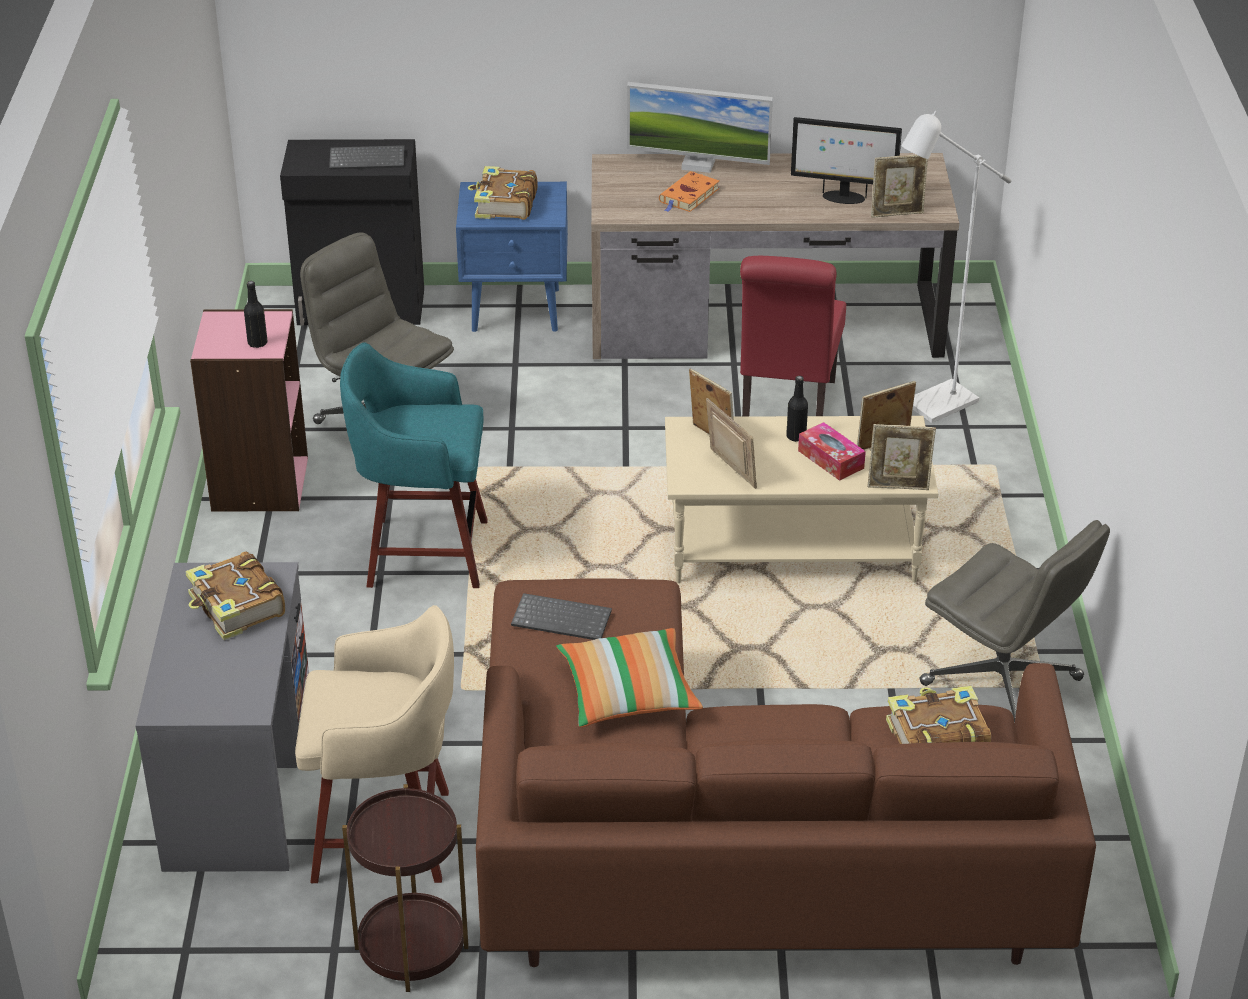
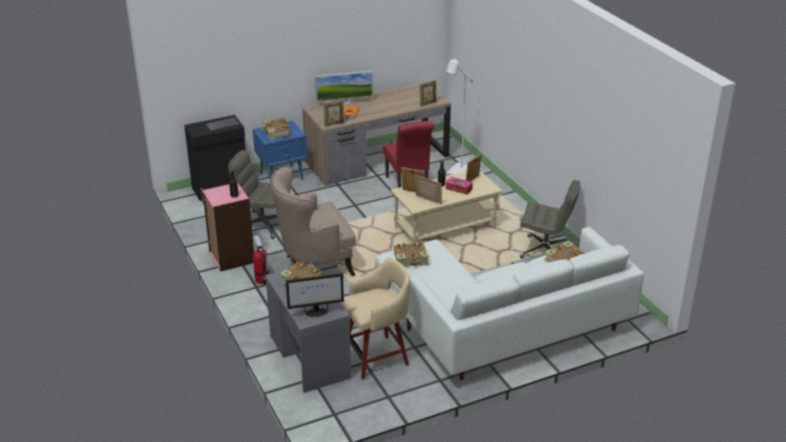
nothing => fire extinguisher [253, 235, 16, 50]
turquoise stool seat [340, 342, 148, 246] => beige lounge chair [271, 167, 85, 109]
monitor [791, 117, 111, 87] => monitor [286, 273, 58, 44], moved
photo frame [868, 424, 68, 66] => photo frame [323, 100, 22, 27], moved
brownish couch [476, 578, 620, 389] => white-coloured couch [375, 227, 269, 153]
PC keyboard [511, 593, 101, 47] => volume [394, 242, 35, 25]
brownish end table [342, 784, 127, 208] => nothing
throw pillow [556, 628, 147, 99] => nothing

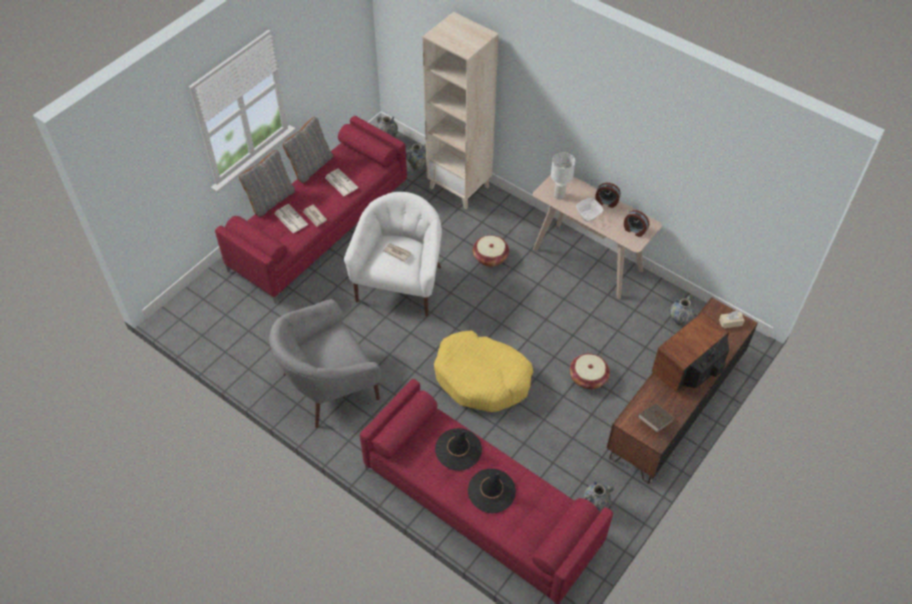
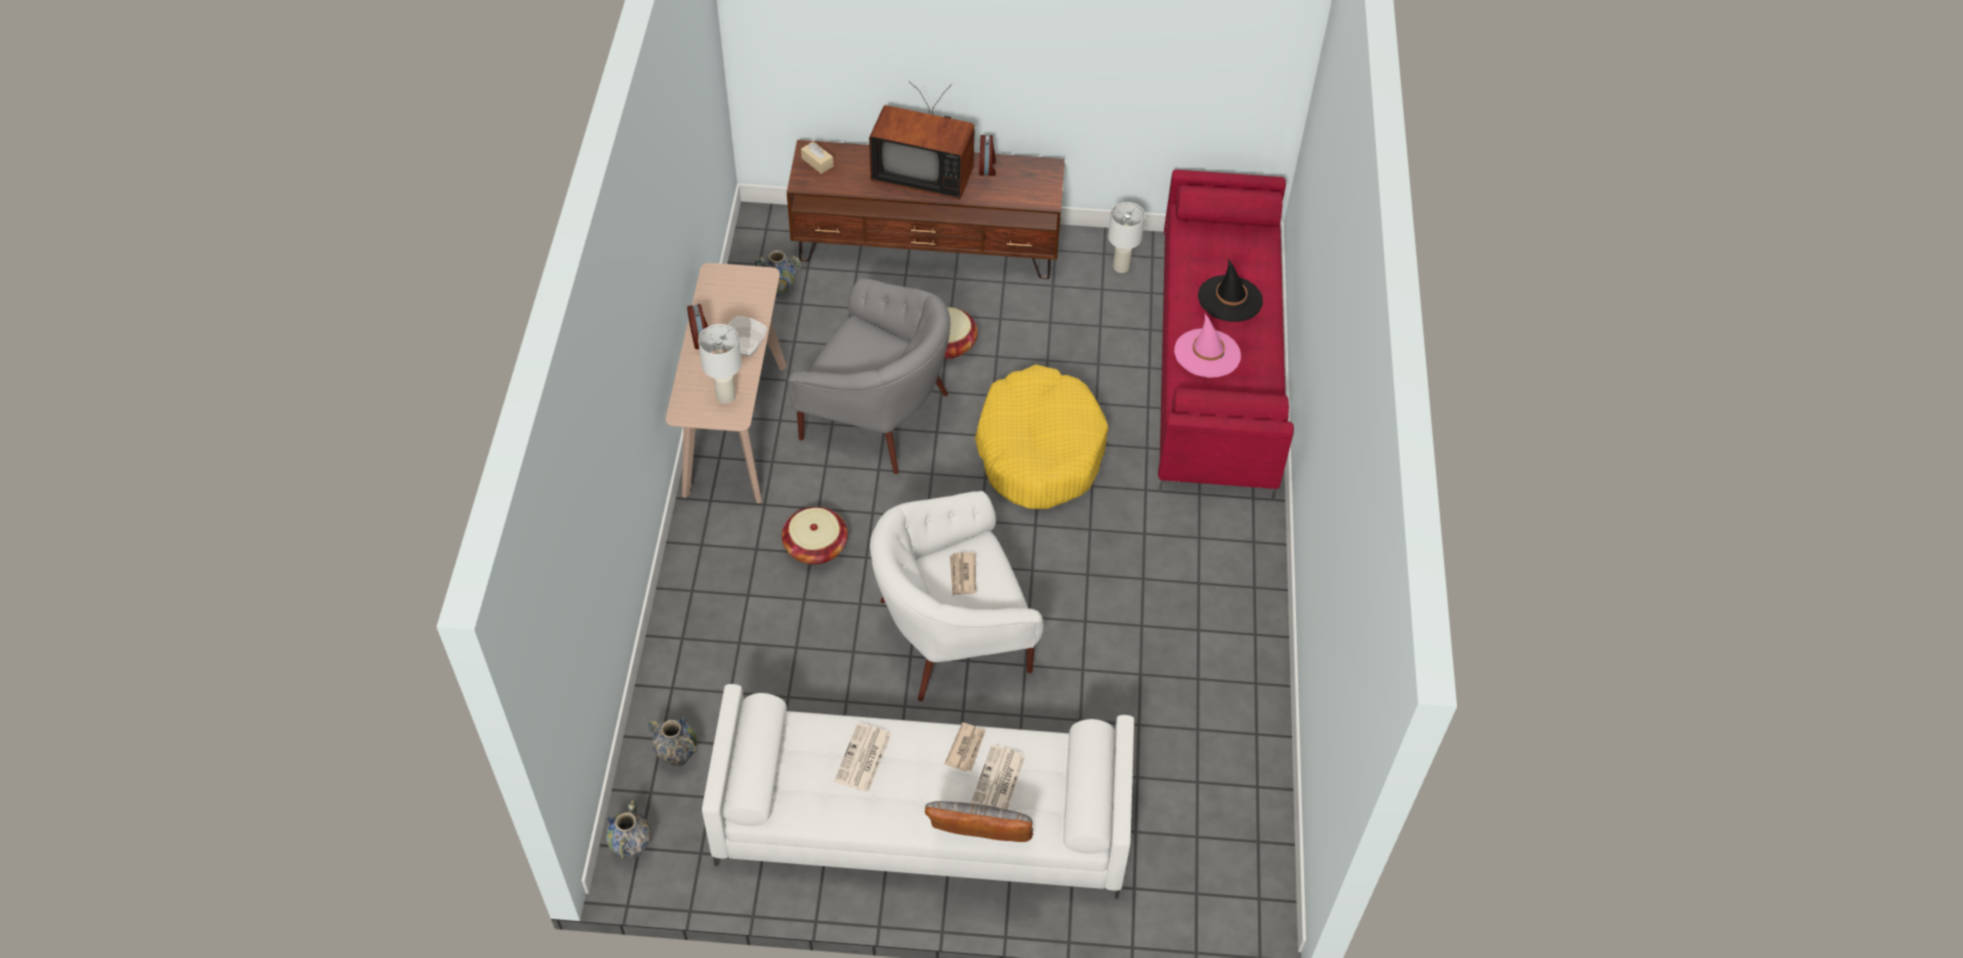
red-coloured couch [215, 116, 192, 188] => white-coloured couch [702, 684, 432, 215]
grey lounge chair [269, 299, 112, 129] => grey lounge chair [788, 278, 163, 196], moved
table clock [624, 210, 25, 27] => table clock [979, 135, 17, 41], moved
decorative vase [584, 480, 30, 31] => white-coloured table lamp [1108, 202, 37, 71]
blackish clothing hat [435, 428, 47, 43] => pink clothing hat [1174, 314, 67, 64]
grey throw pillow [283, 117, 50, 66] => nothing
beige bookcase [423, 12, 76, 197] => nothing
brownish volume [638, 403, 36, 29] => nothing

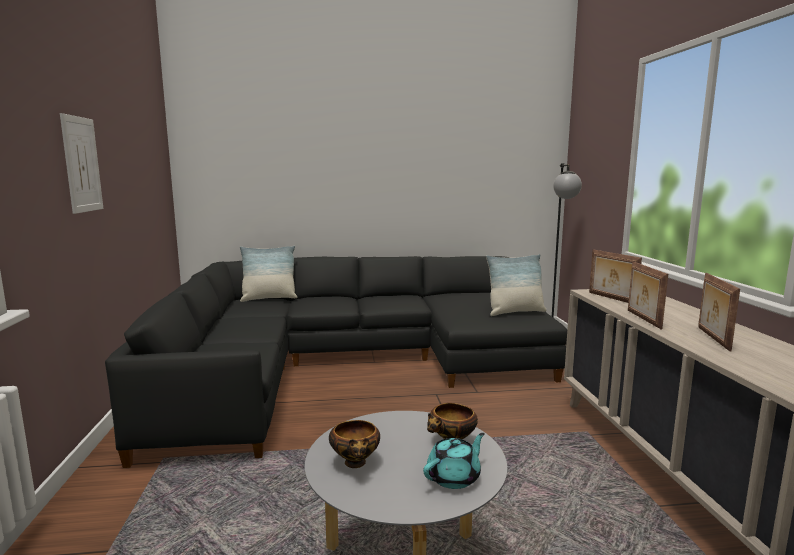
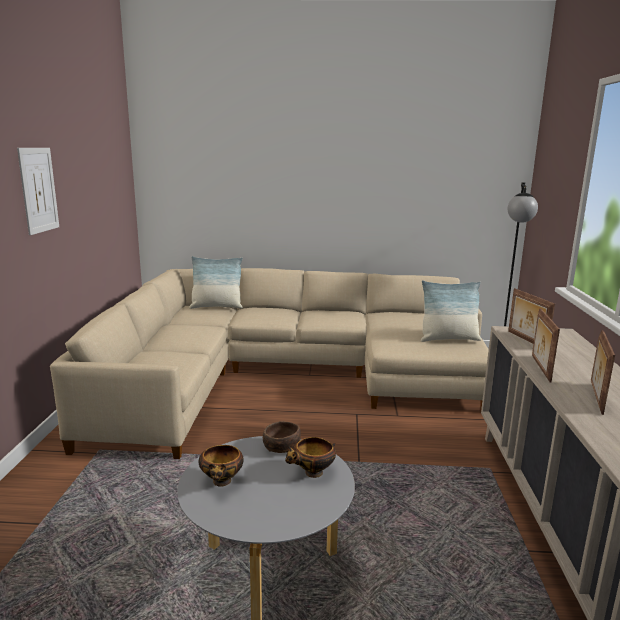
blackish couch [105, 256, 462, 212] => beige couch [50, 268, 439, 191]
nothing => brownish deep dish [263, 421, 38, 32]
turquoise teapot [423, 433, 62, 56] => nothing

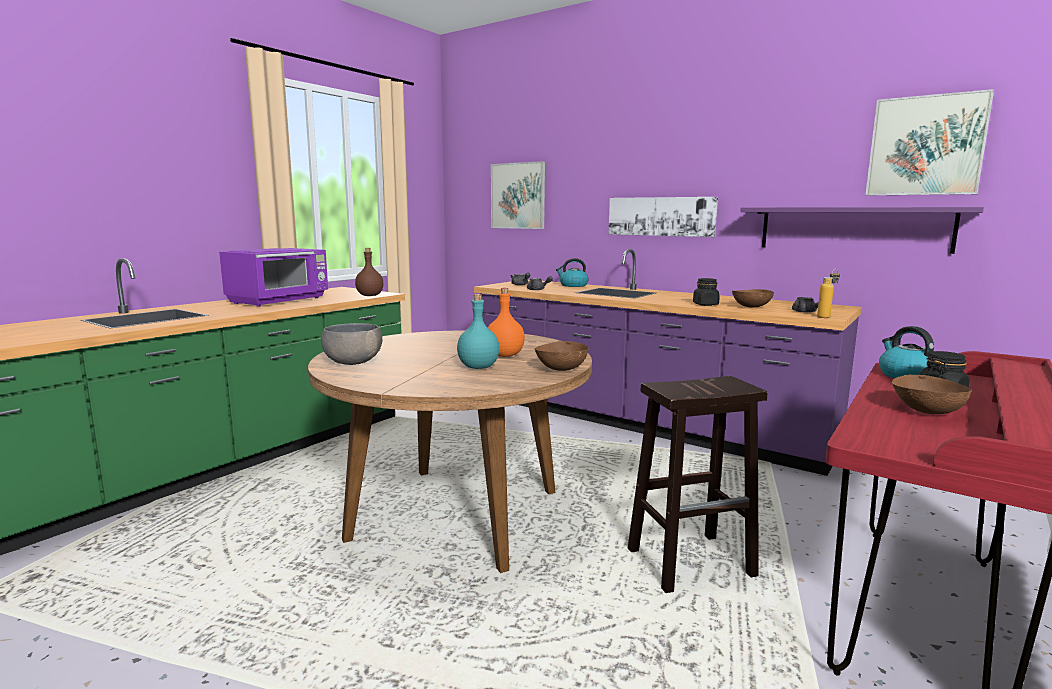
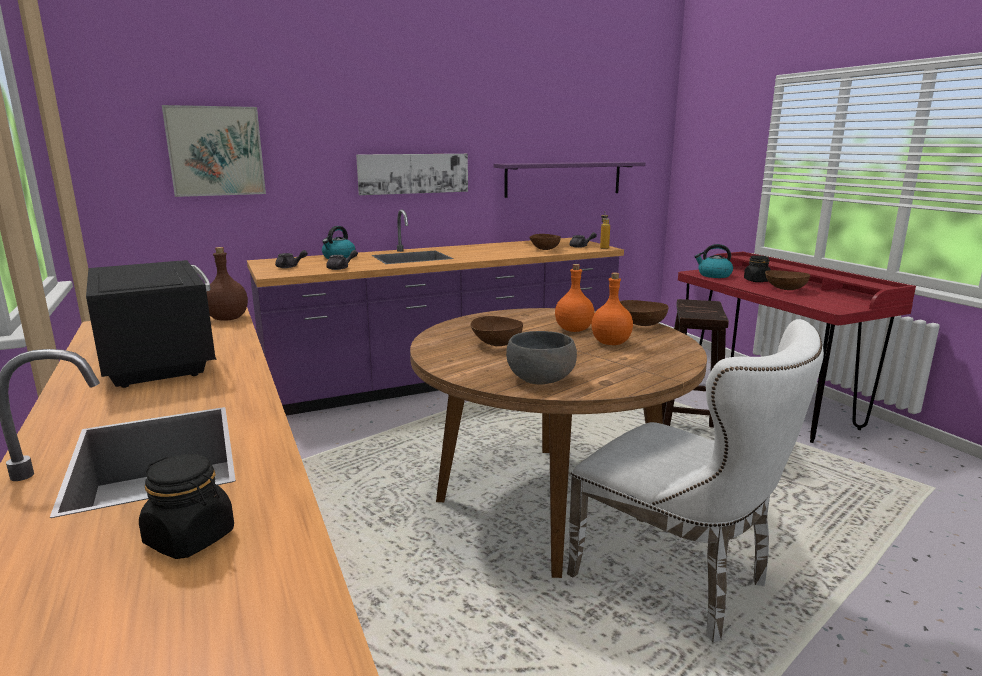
purple-coloured kitchen microwave [219, 248, 109, 59] => blackish kitchen microwave [86, 260, 131, 128]
blackish storage jar [693, 278, 27, 28] => blackish storage jar [139, 454, 95, 105], moved
nothing => brownish deep dish [470, 316, 53, 30]
nothing => white-coloured chair [567, 319, 257, 323]
turquoise bottle [457, 294, 42, 75] => orange-coloured bottle [591, 273, 42, 72]
wall art [865, 89, 129, 107] => nothing

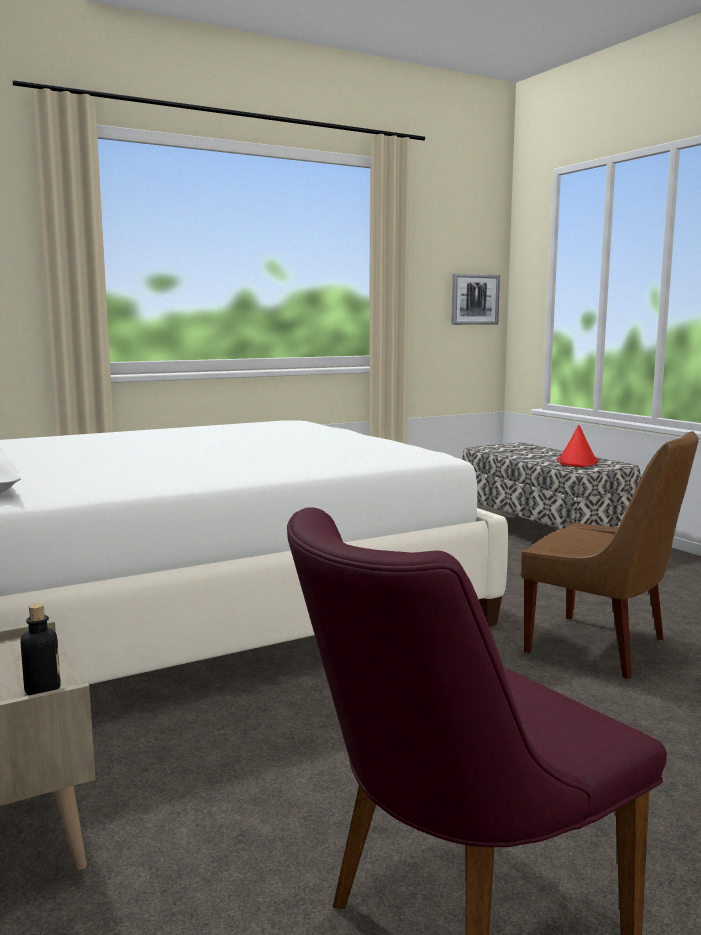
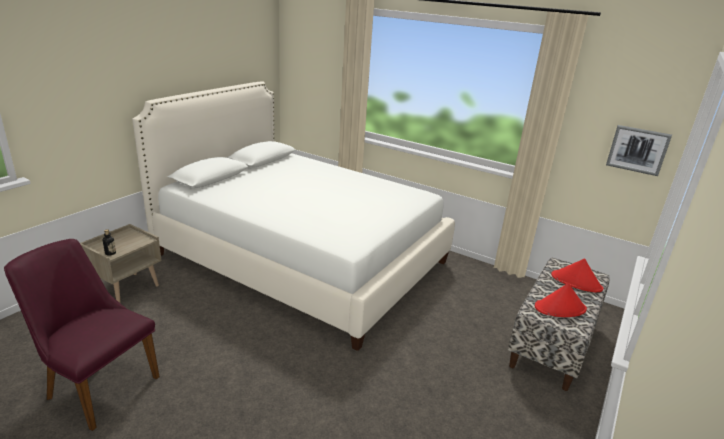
nothing => red-coloured clothing hat [551, 259, 52, 34]
brownish chair [521, 431, 178, 248] => nothing

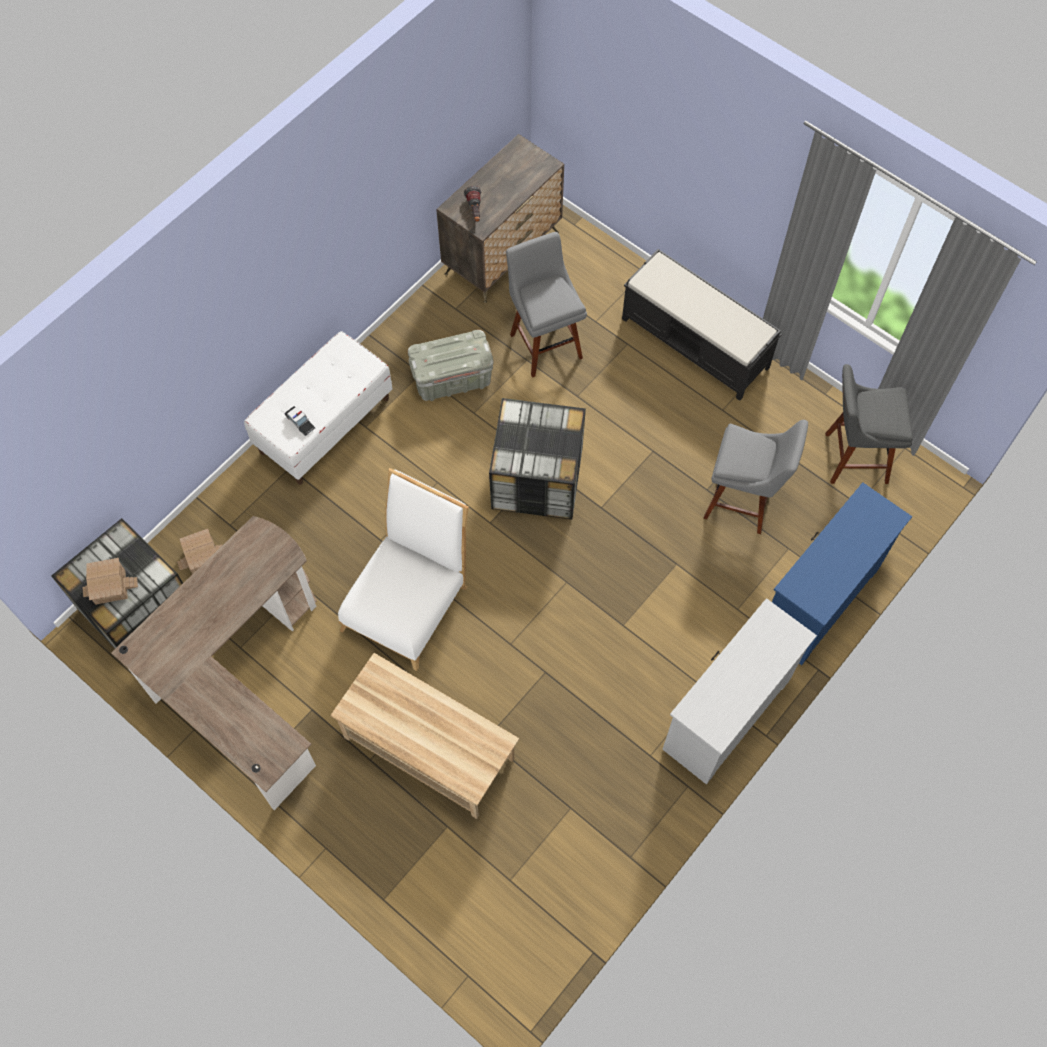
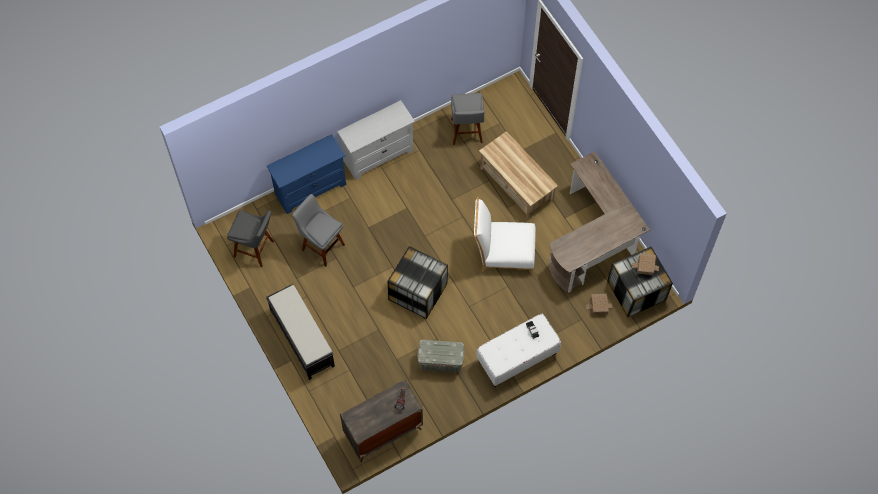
grey stool seat [506, 232, 81, 146] => grey stool seat [451, 93, 34, 52], moved
white-coloured chair [338, 468, 131, 203] => white-coloured chair [474, 197, 62, 78], 45 degrees clockwise

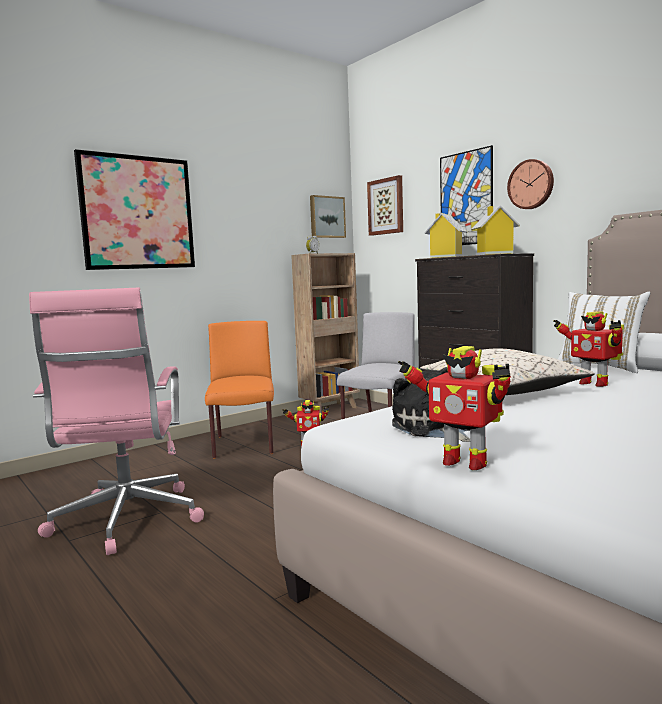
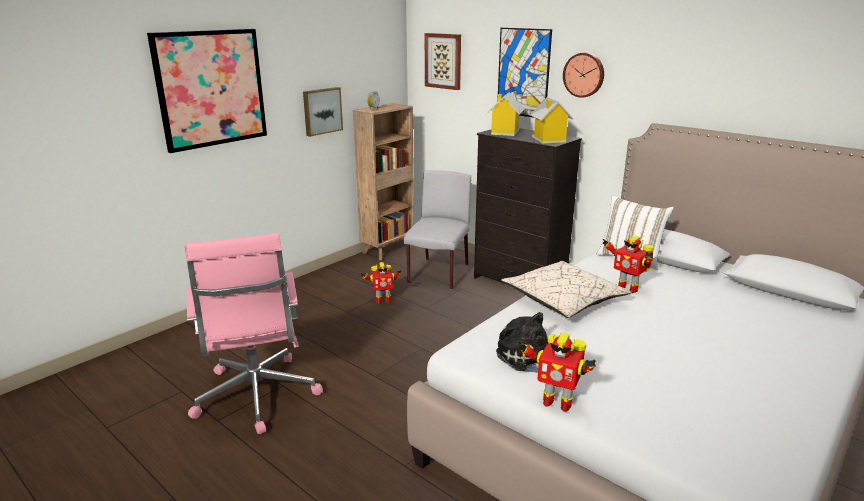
wall art [310, 195, 36, 43] => wall art [303, 87, 40, 50], moved
orange-coloured chair [205, 321, 69, 138] => nothing

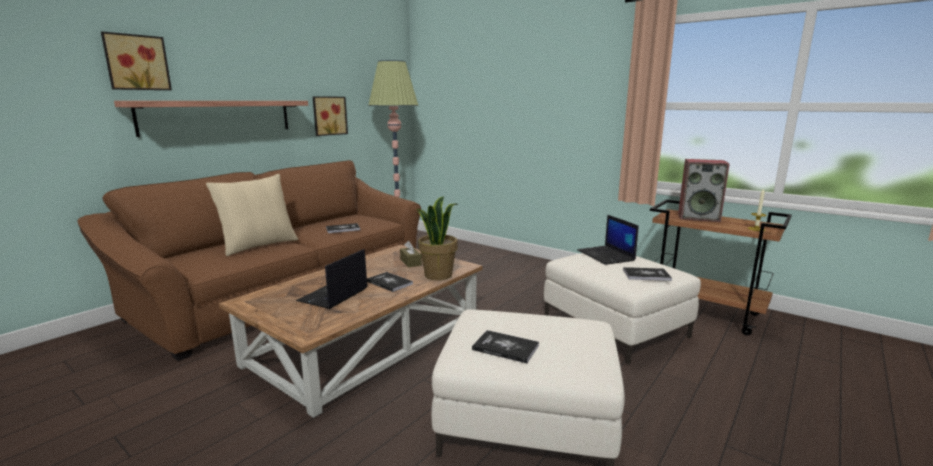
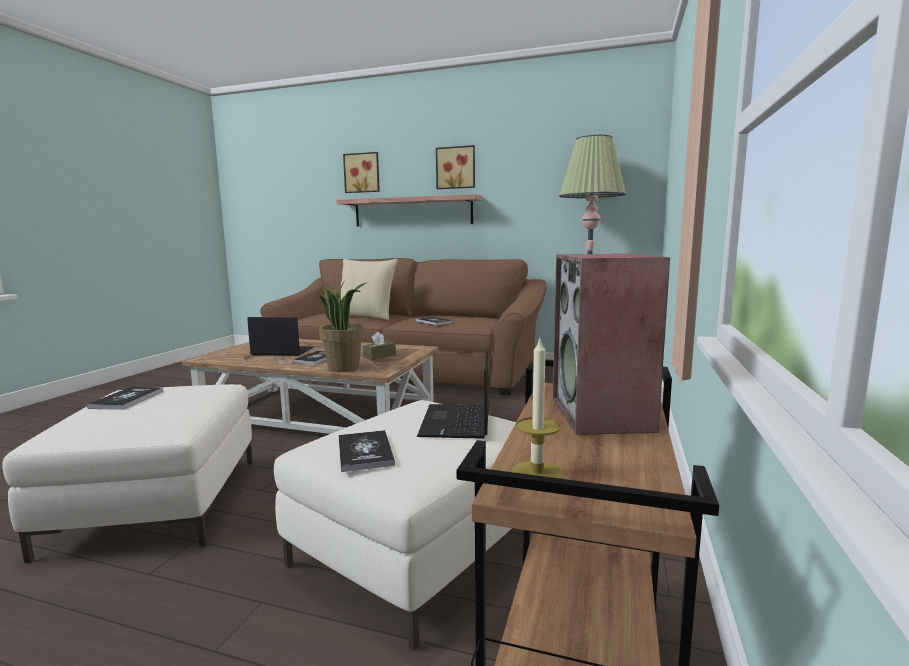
notebook computer [577, 215, 62, 50] => notebook computer [417, 348, 72, 91], 45 degrees counterclockwise
wall art [313, 96, 35, 40] => wall art [436, 145, 39, 44], moved

